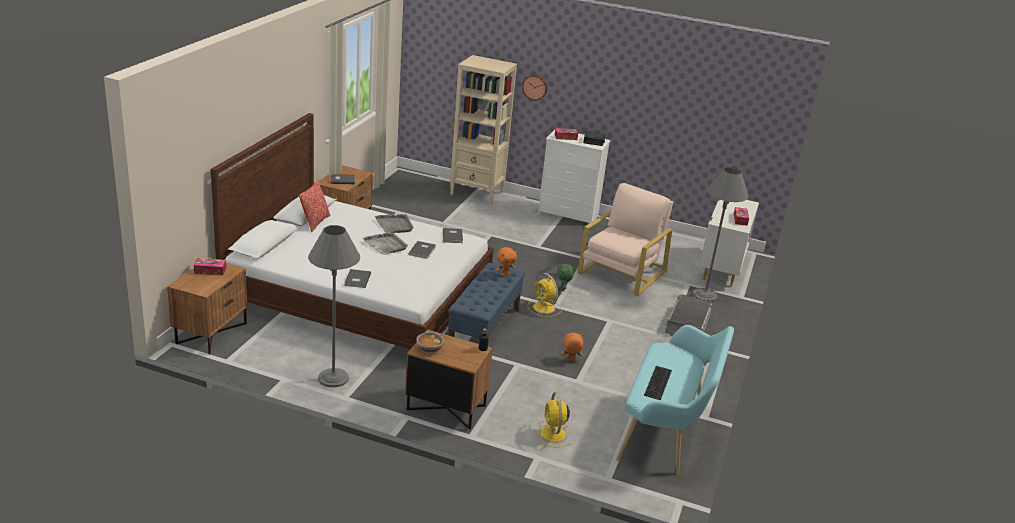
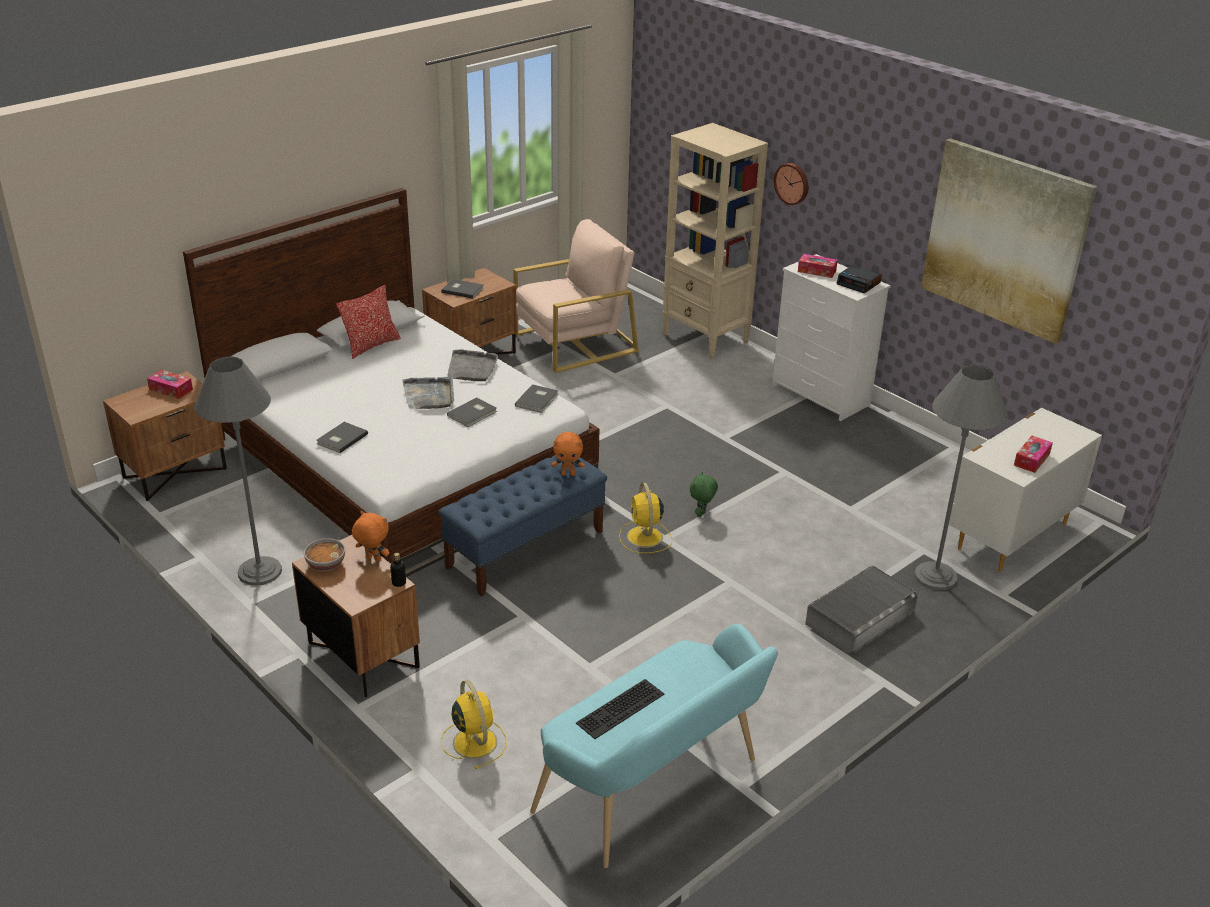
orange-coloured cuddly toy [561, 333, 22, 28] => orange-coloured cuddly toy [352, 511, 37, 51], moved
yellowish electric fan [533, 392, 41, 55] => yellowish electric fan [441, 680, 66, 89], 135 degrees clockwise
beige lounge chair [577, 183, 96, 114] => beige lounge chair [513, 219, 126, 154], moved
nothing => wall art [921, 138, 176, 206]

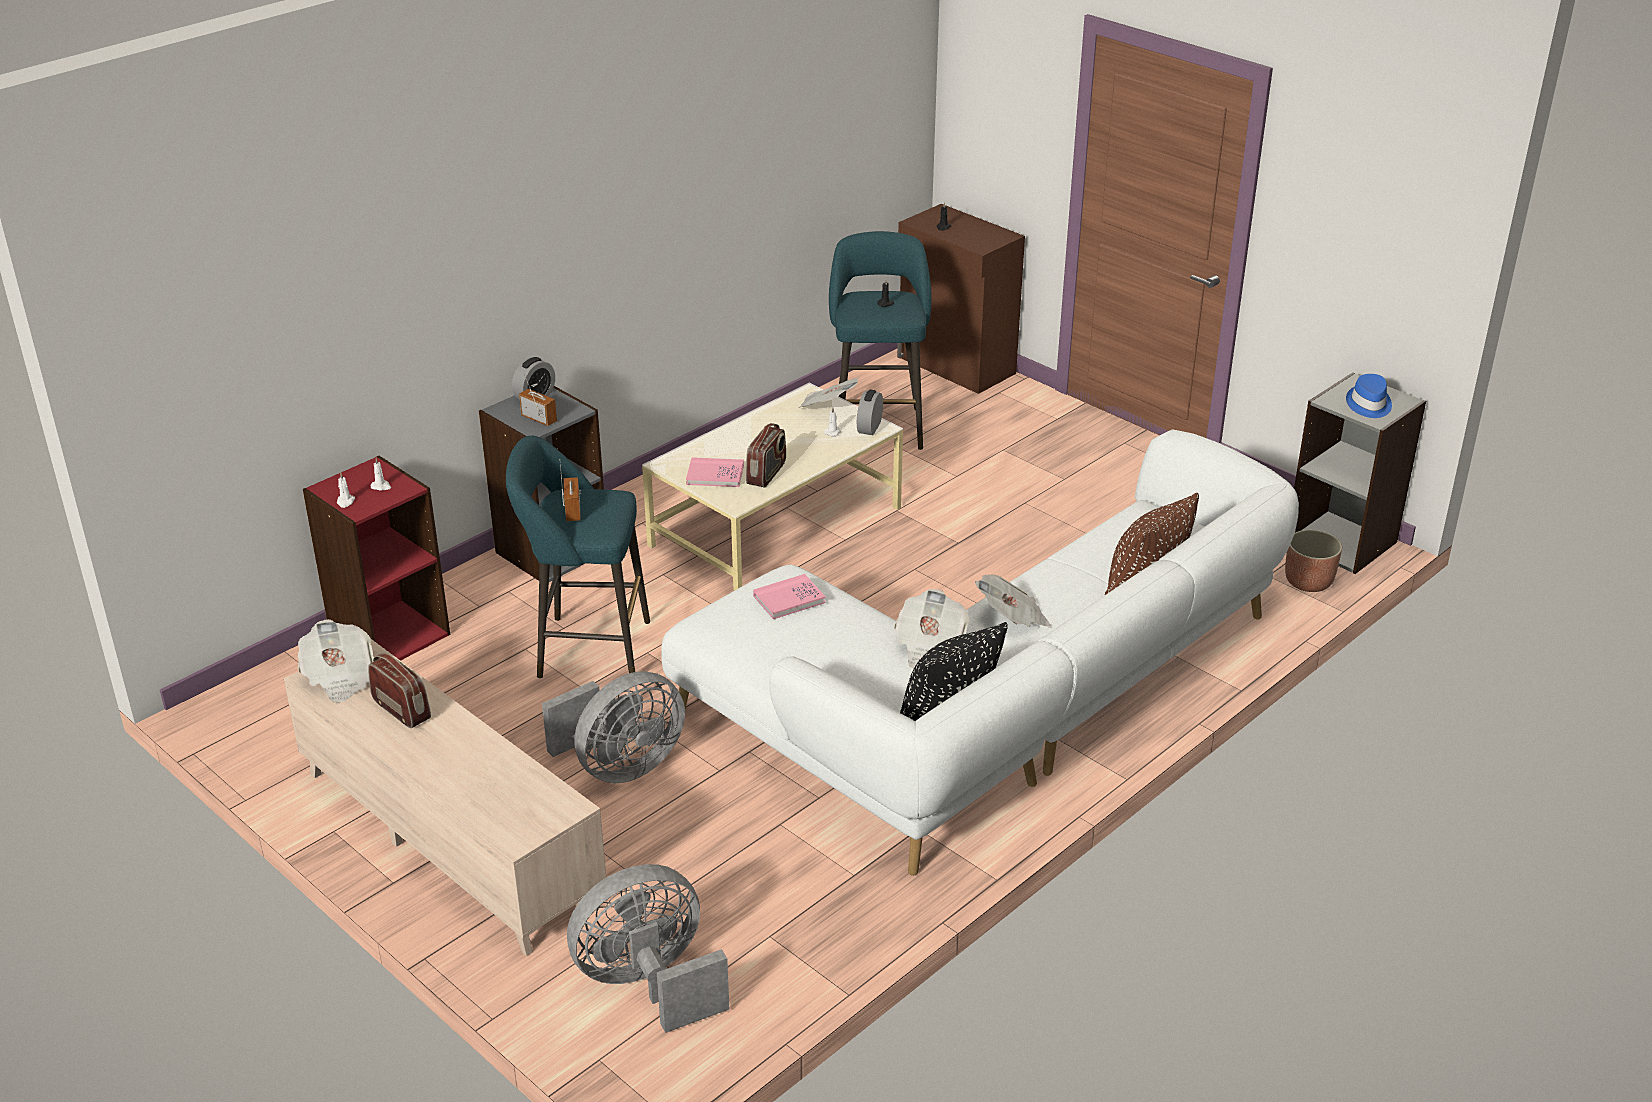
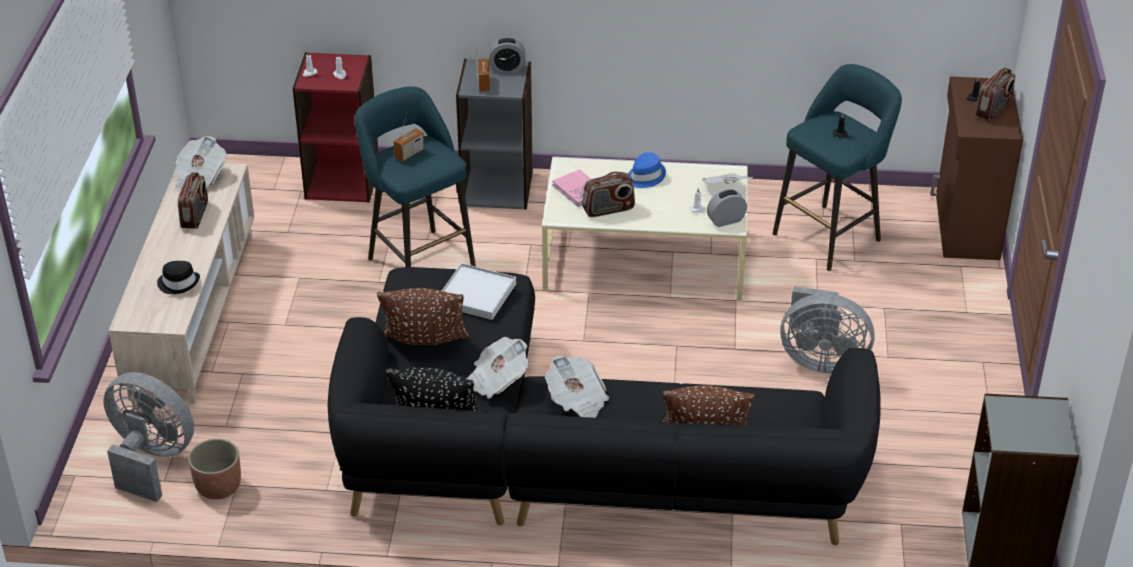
nothing => blackish clothing hat [157, 261, 43, 33]
plant pot [1285, 530, 57, 62] => plant pot [188, 439, 53, 61], moved
white-coloured couch [661, 429, 638, 447] => blackish couch [328, 267, 553, 278]
nothing => brownish throw pillow [377, 288, 92, 57]
pink volume [753, 574, 73, 45] => white-coloured serving tray [442, 263, 74, 57]
blue clothing hat [1346, 374, 46, 44] => blue clothing hat [628, 152, 38, 36], moved
grey electric fan [542, 671, 143, 112] => grey electric fan [781, 286, 94, 87], moved
nothing => radio receiver [975, 68, 40, 53]

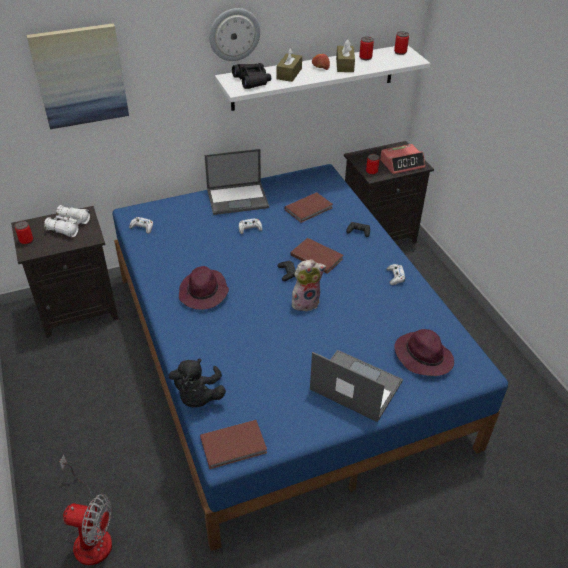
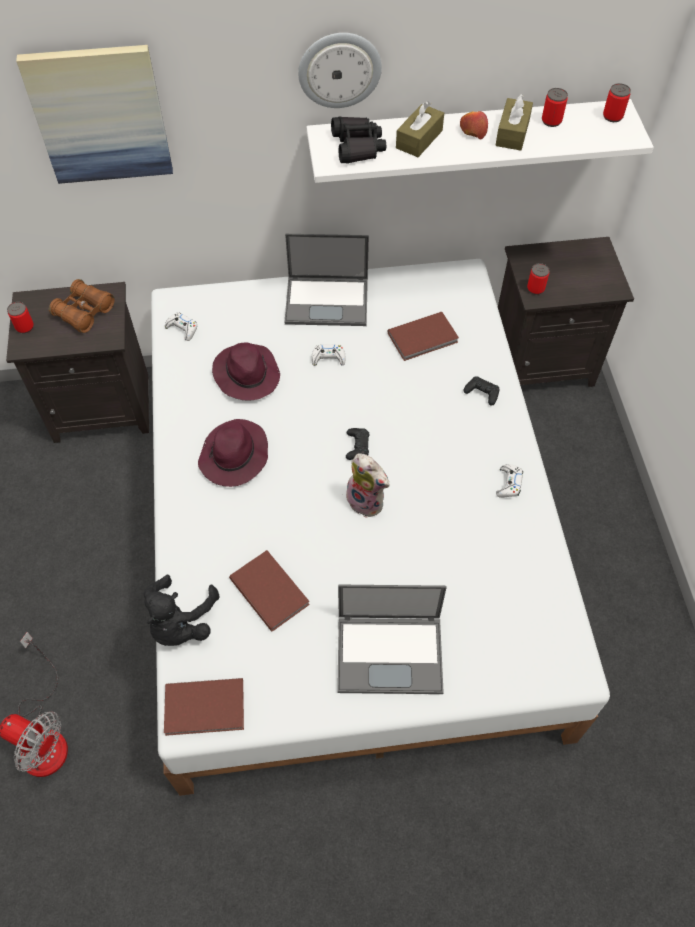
white-coloured field glasses [44, 205, 46, 32] => brownish field glasses [49, 279, 66, 54]
blue sleeping bed [113, 164, 395, 387] => white-coloured sleeping bed [151, 259, 459, 537]
purple-coloured clothing hat [394, 329, 60, 47] => purple-coloured clothing hat [212, 342, 68, 59], moved
brownish volume [290, 238, 53, 36] => brownish volume [229, 550, 81, 81], moved
notebook computer [310, 350, 93, 72] => notebook computer [337, 585, 110, 109], 135 degrees clockwise
cuddly toy [292, 259, 34, 52] => cuddly toy [346, 454, 43, 64], 45 degrees clockwise
table clock [380, 144, 45, 30] => nothing

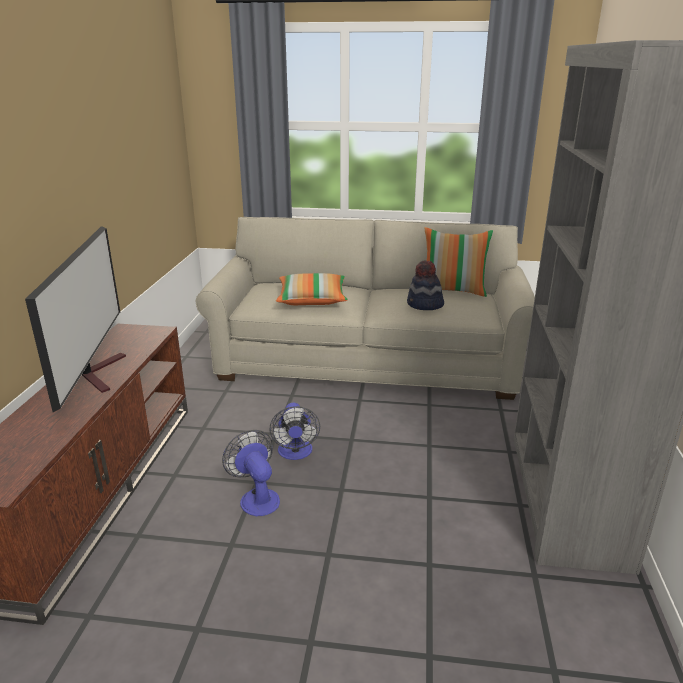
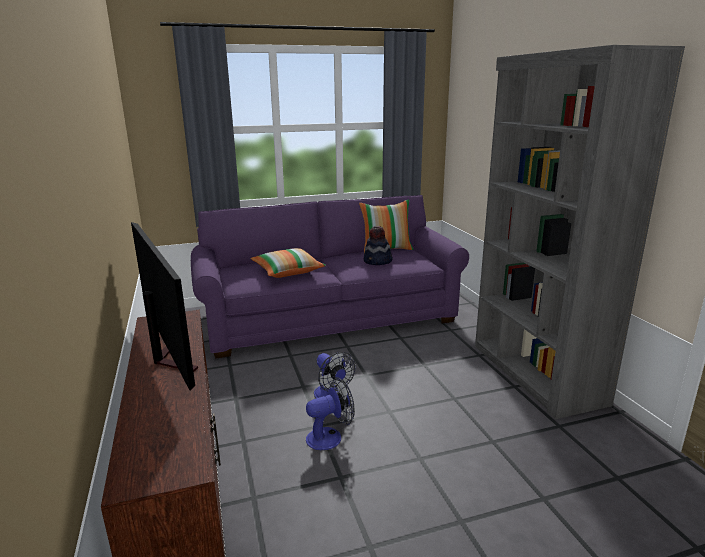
beige couch [196, 217, 339, 183] => purple-coloured couch [191, 195, 278, 163]
electric fan [222, 430, 58, 86] => electric fan [306, 377, 49, 73], 120 degrees clockwise

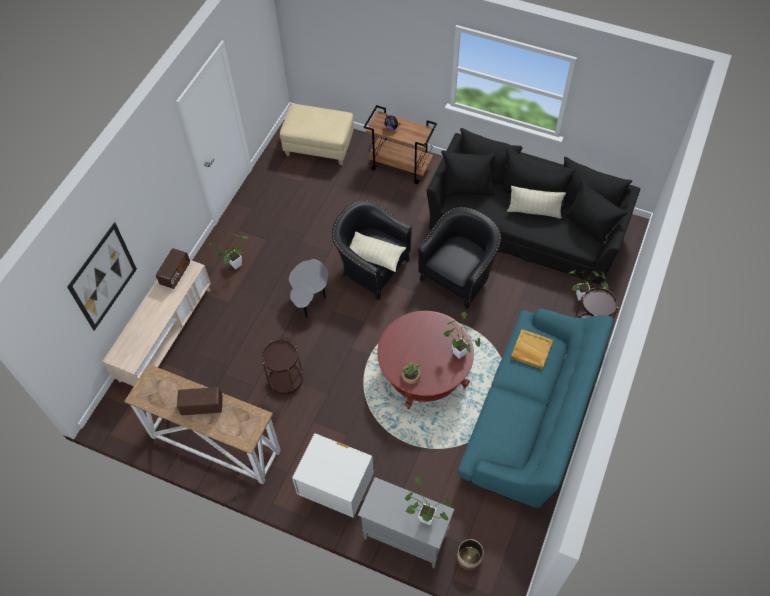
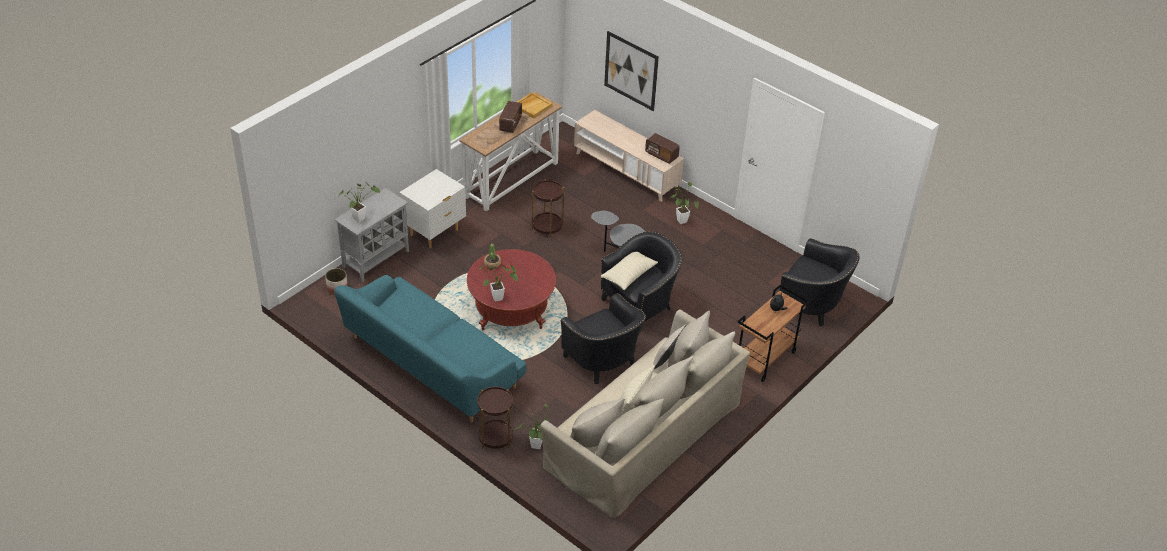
beige serving tray [511, 329, 42, 40] => beige serving tray [517, 92, 35, 27], moved
blackish couch [427, 128, 213, 157] => beige couch [540, 309, 210, 209]
nothing => beige throw pillow [653, 324, 33, 46]
beige ottoman [280, 104, 74, 61] => blackish lounge chair [779, 238, 80, 88]

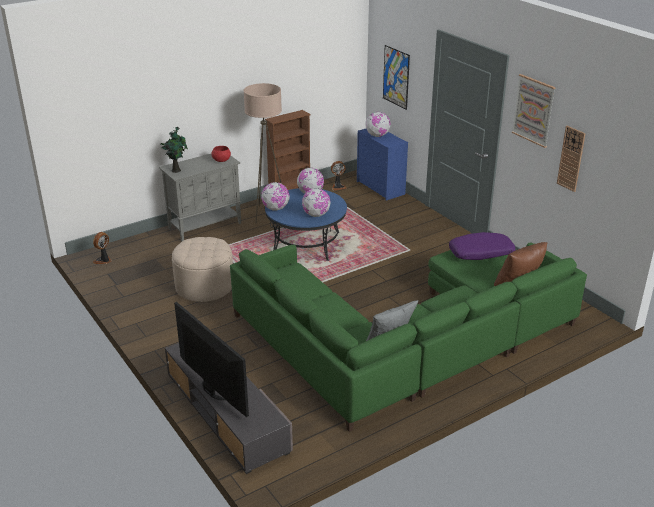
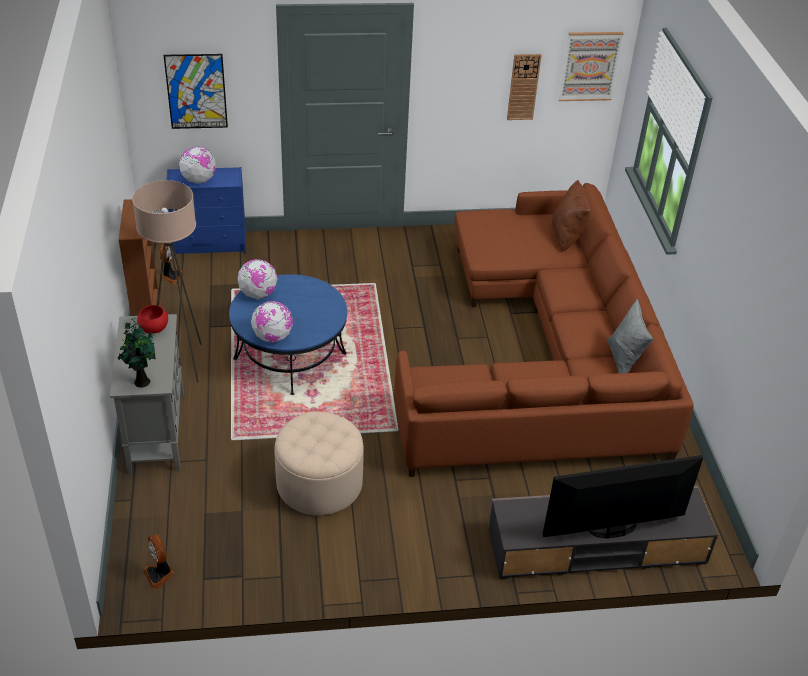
greenish couch [230, 243, 357, 189] => brownish couch [394, 183, 300, 294]
wall art [512, 74, 44, 74] => wall art [559, 32, 65, 69], moved
desk globe [302, 188, 29, 29] => nothing
purple-coloured throw pillow [449, 232, 67, 28] => nothing

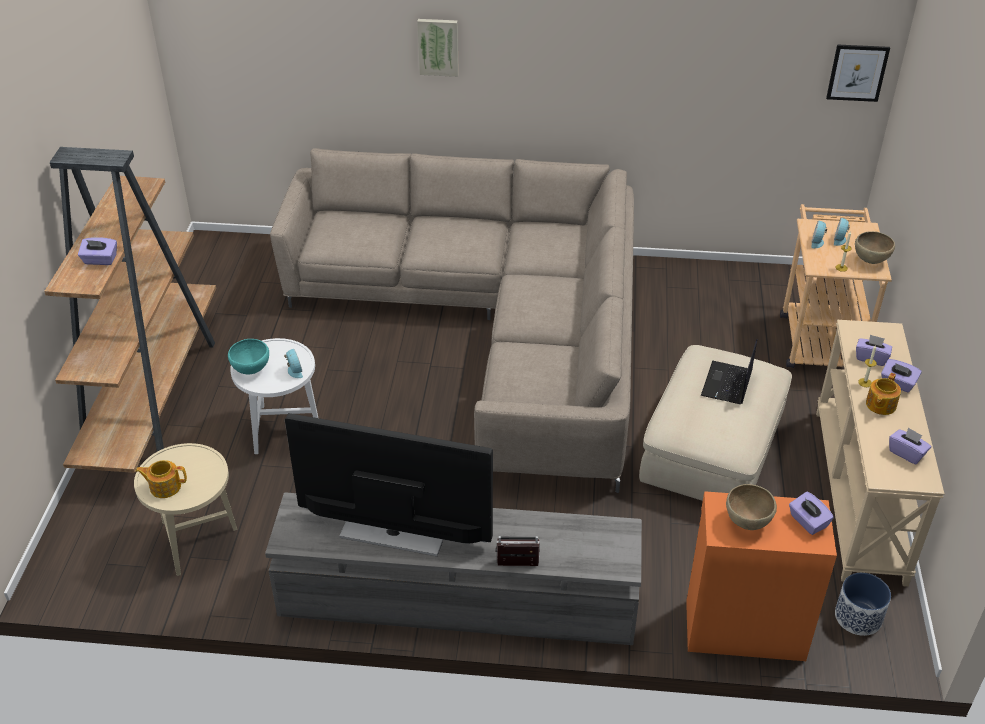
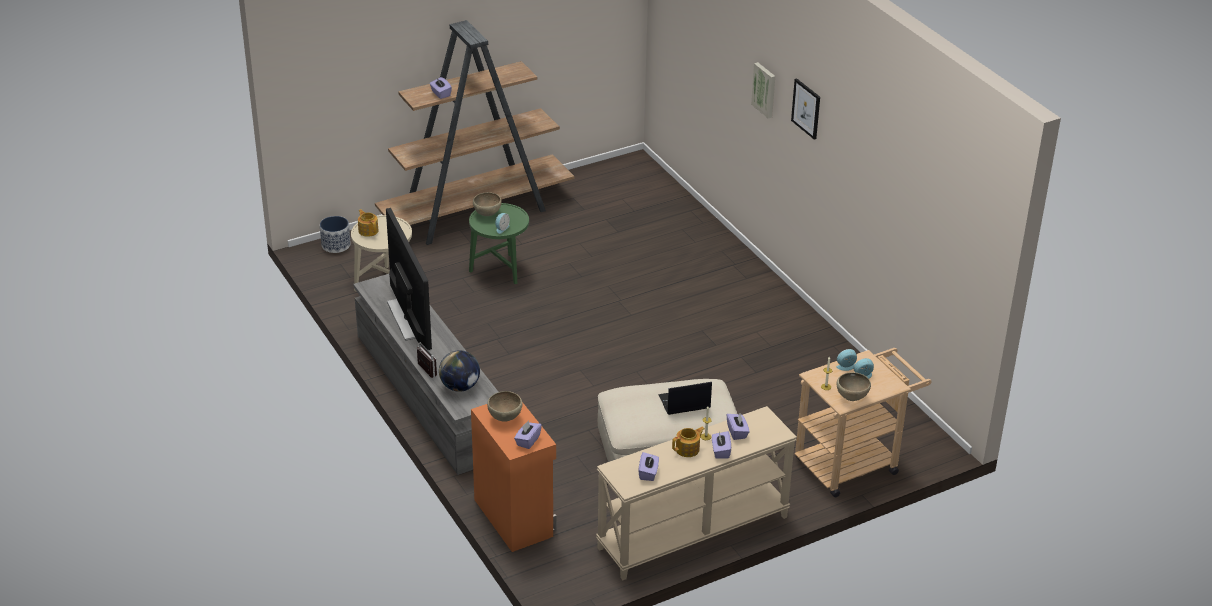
plant pot [835, 573, 56, 63] => plant pot [320, 216, 31, 37], moved
nothing => desk globe [439, 350, 41, 42]
white-coloured end table [230, 338, 88, 116] => greenish end table [469, 203, 60, 81]
turquoise deep dish [228, 339, 41, 35] => brownish deep dish [473, 192, 29, 24]
teapot [866, 373, 35, 42] => teapot [672, 427, 33, 30], 150 degrees clockwise
wall art [826, 45, 64, 57] => wall art [791, 78, 29, 62], moved
beige couch [270, 148, 364, 345] => nothing

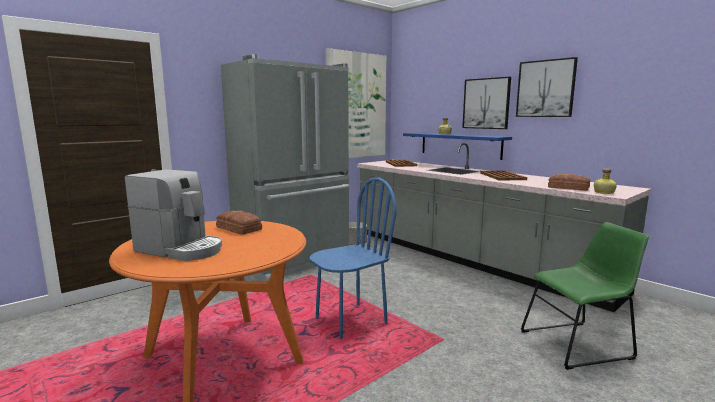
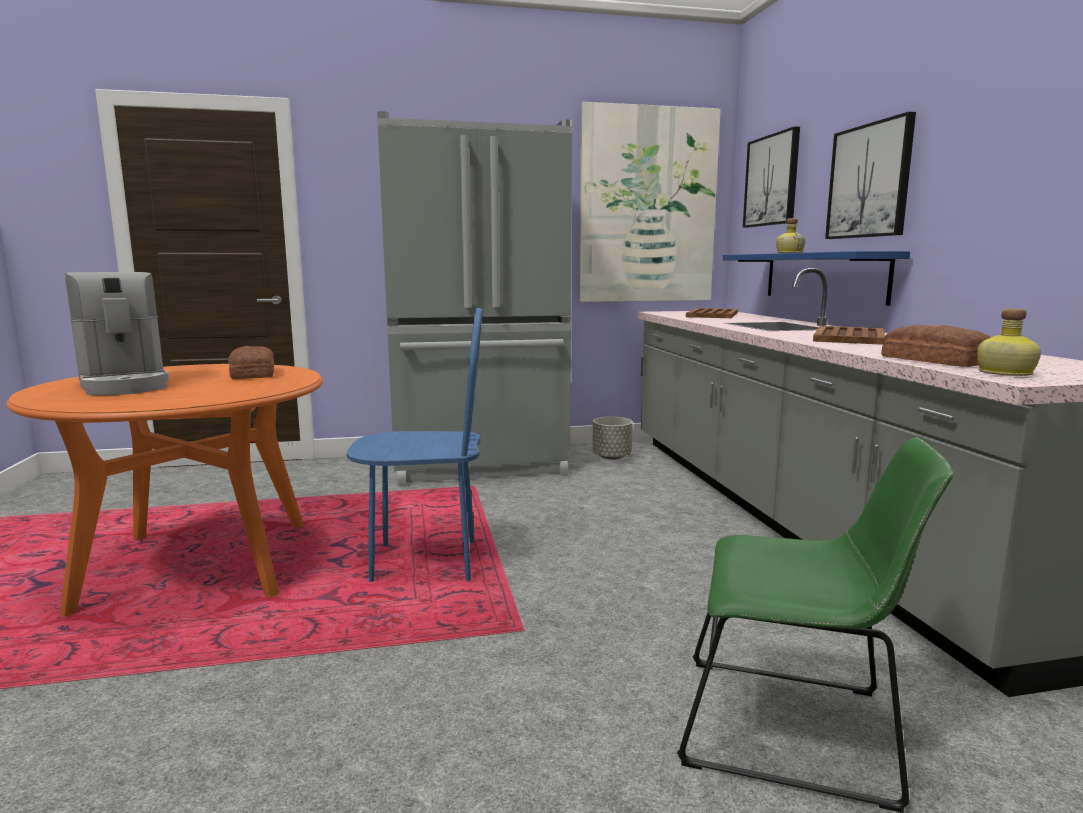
wall art [516, 57, 62, 60] => wall art [743, 126, 57, 101], moved

